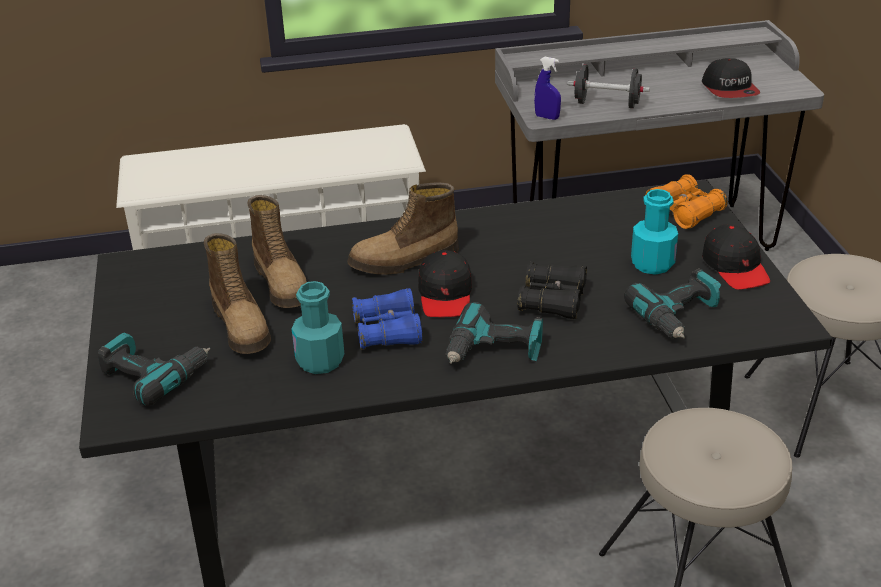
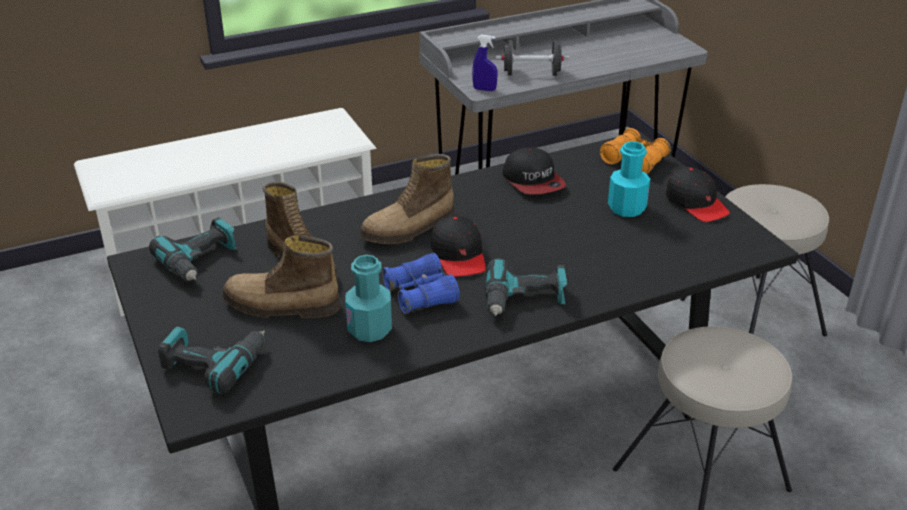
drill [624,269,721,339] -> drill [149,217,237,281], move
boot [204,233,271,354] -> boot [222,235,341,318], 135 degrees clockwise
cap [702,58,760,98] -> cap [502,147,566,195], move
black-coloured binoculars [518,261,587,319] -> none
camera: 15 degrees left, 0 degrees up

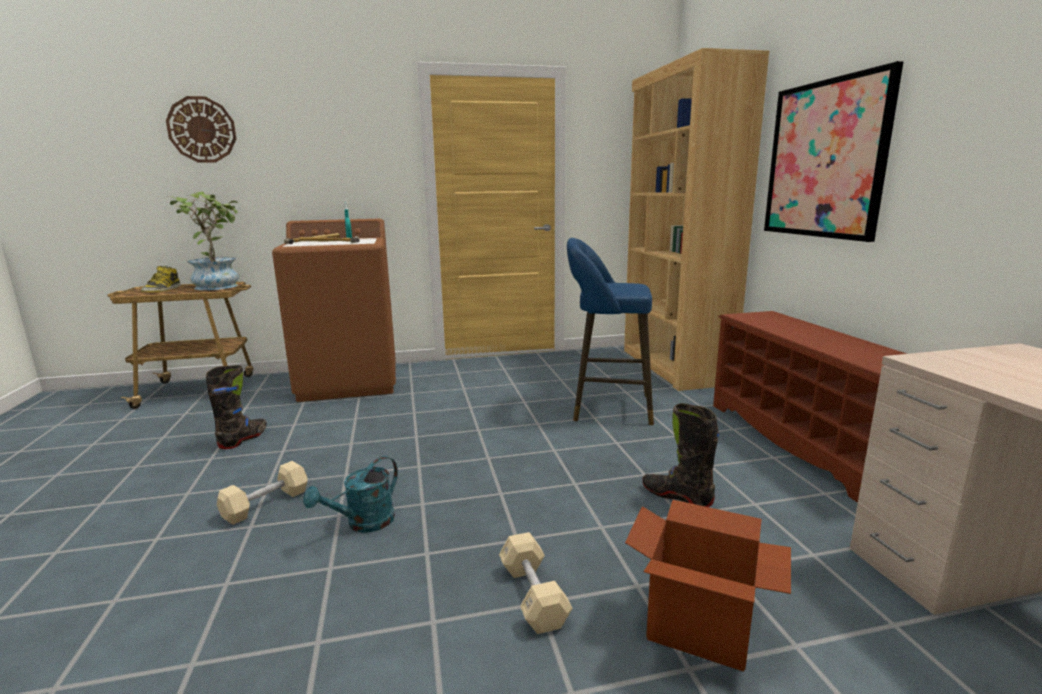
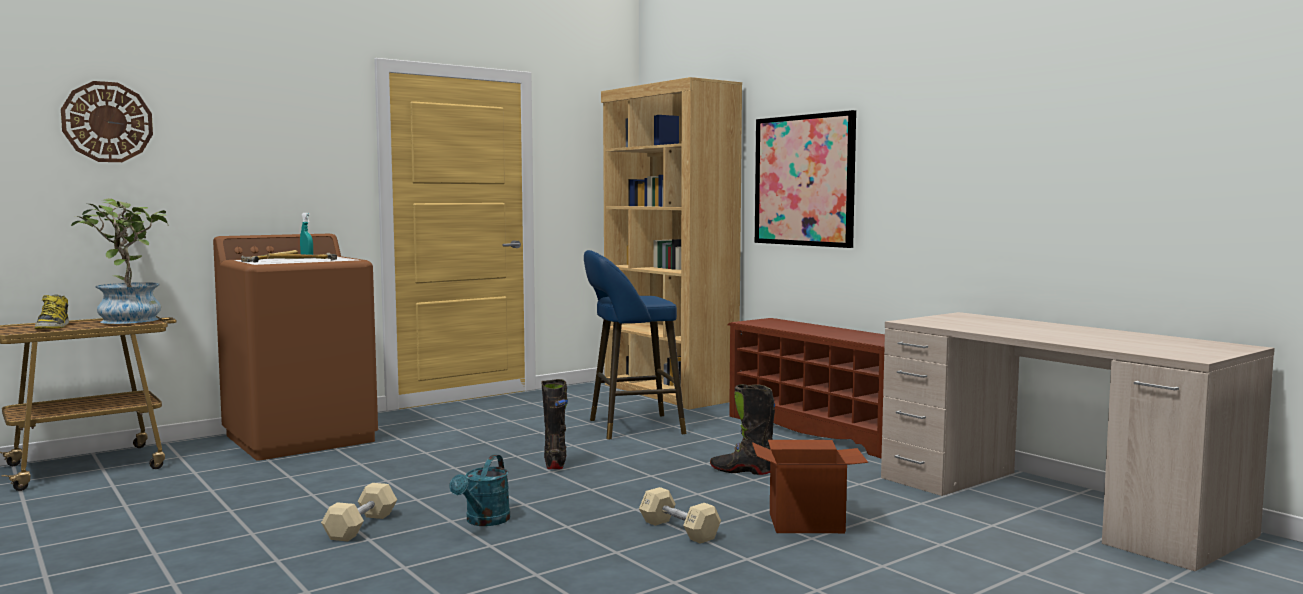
black-coloured boot [206,365,267,449] -> black-coloured boot [541,379,568,469], move
camera: 25 degrees left, 10 degrees down

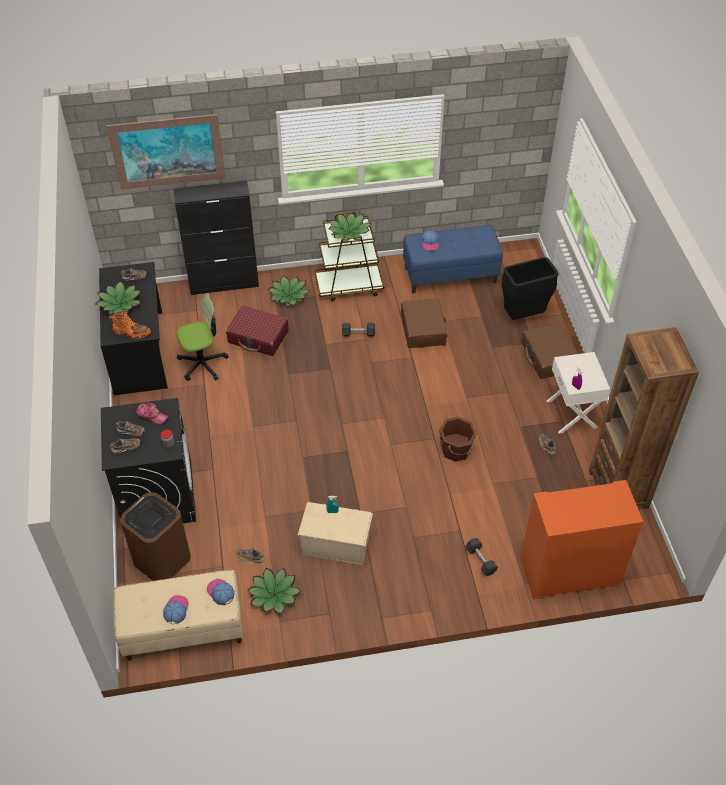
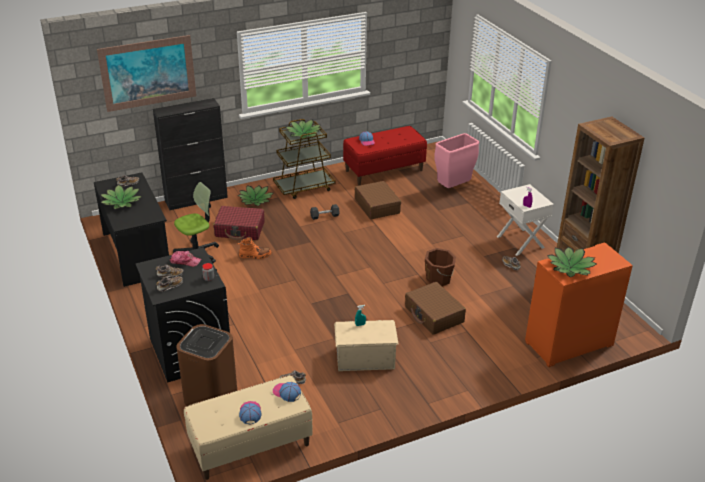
orange boot [109,311,151,339] -> orange boot [237,237,272,259], move
bluish bench [403,225,503,293] -> red bench [343,126,427,185]
brown-coloured travel case [522,323,576,379] -> brown-coloured travel case [405,282,466,335], move
black-coloured waste bin [502,257,558,320] -> pinkish waste bin [435,133,480,188]
potted plant [247,568,301,614] -> potted plant [547,247,597,277], move
black-coloured free weight [465,538,498,576] -> none
camera: 15 degrees left, 15 degrees down

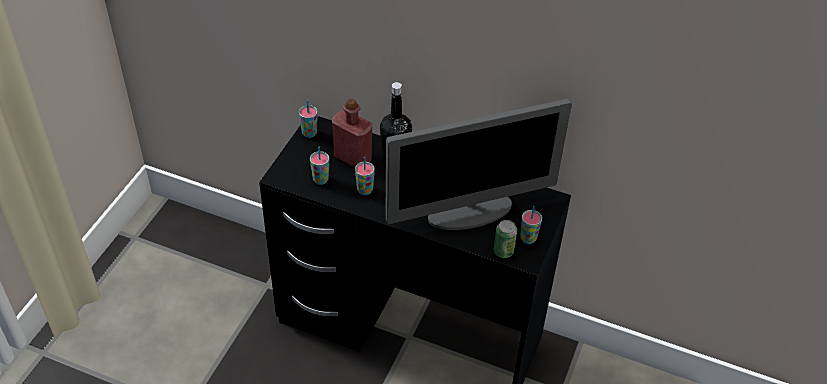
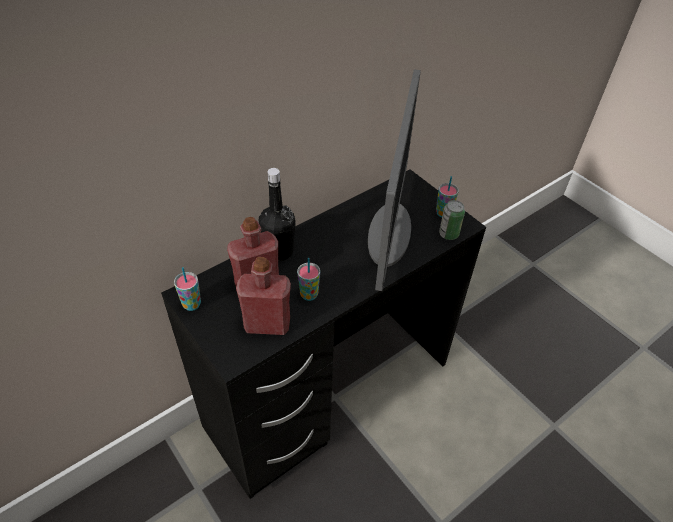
small cup [310,146,329,185] -> red drink bottle [236,257,291,335]
camera: 60 degrees left, 0 degrees up

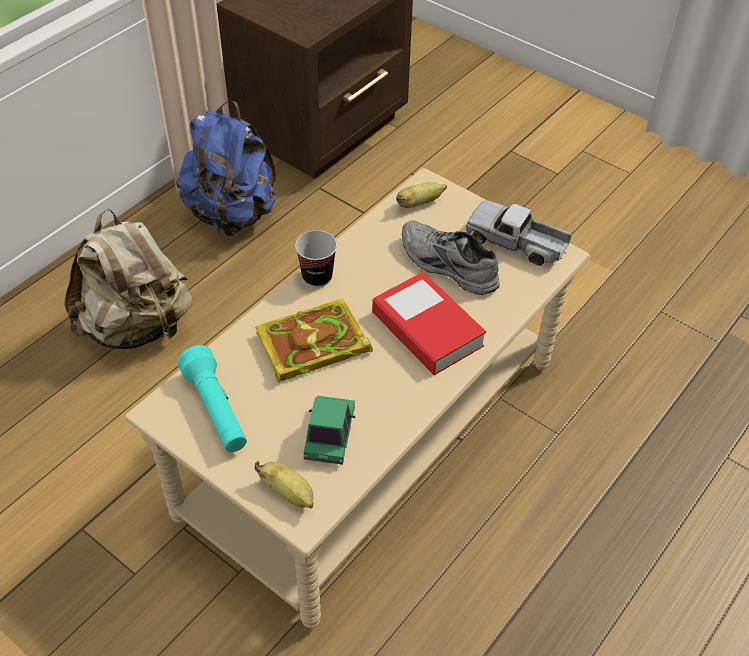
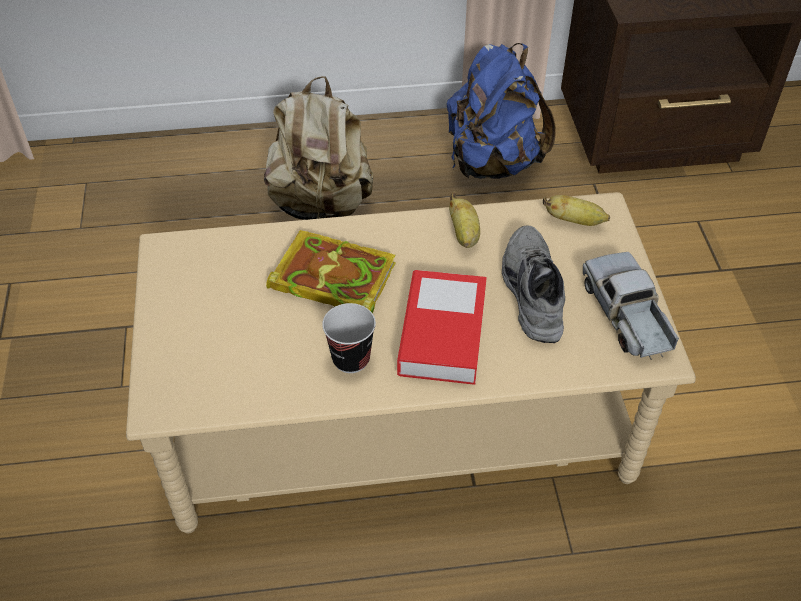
small cup [295,230,337,287] -> small cup [322,303,376,373], move
banana fruit [254,461,314,508] -> banana fruit [449,192,480,248], move
turquoise flashlight [177,345,247,452] -> none
model car [304,396,355,465] -> none
camera: 45 degrees right, 0 degrees up

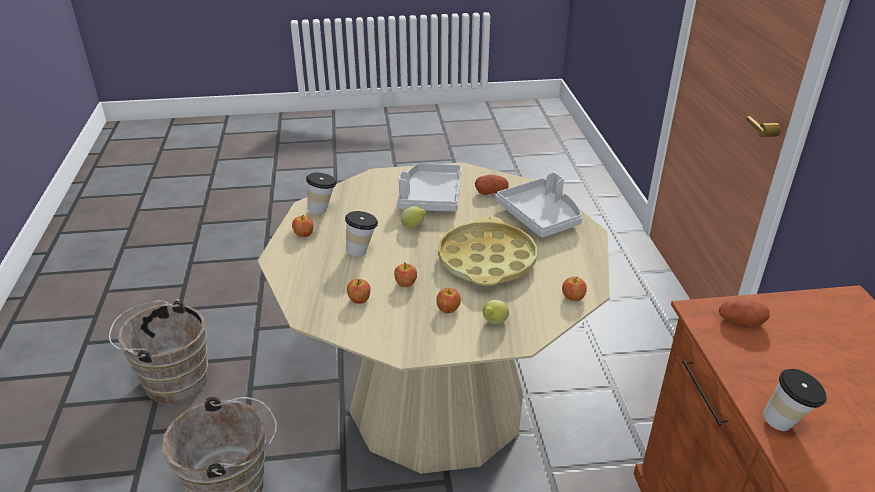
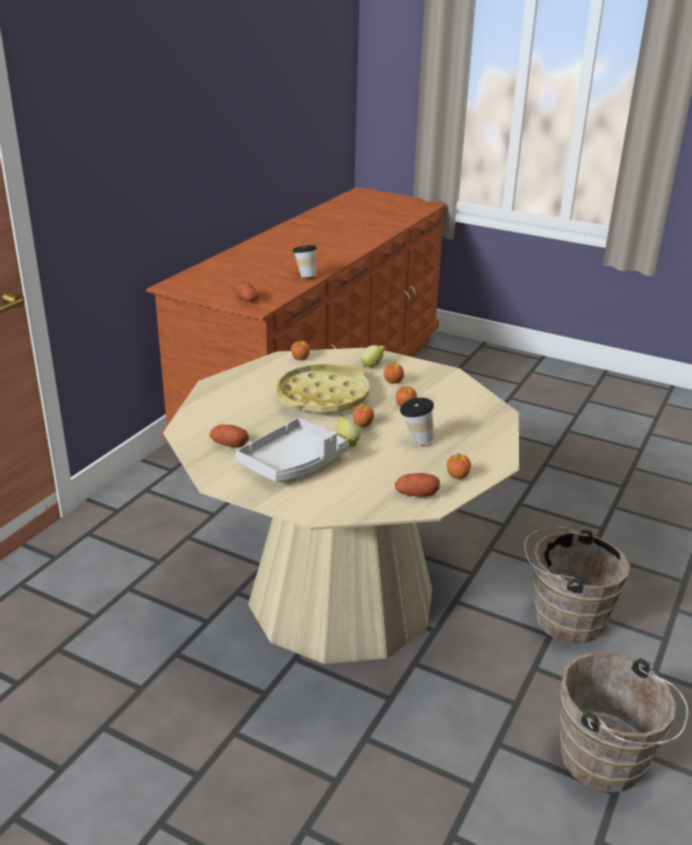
whole apple [347,279,370,304] -> whole apple [352,403,374,427], move
small cup [306,173,337,214] -> whole potato [395,473,440,496]
grey tray [496,172,582,238] -> none
camera: 145 degrees left, 5 degrees down

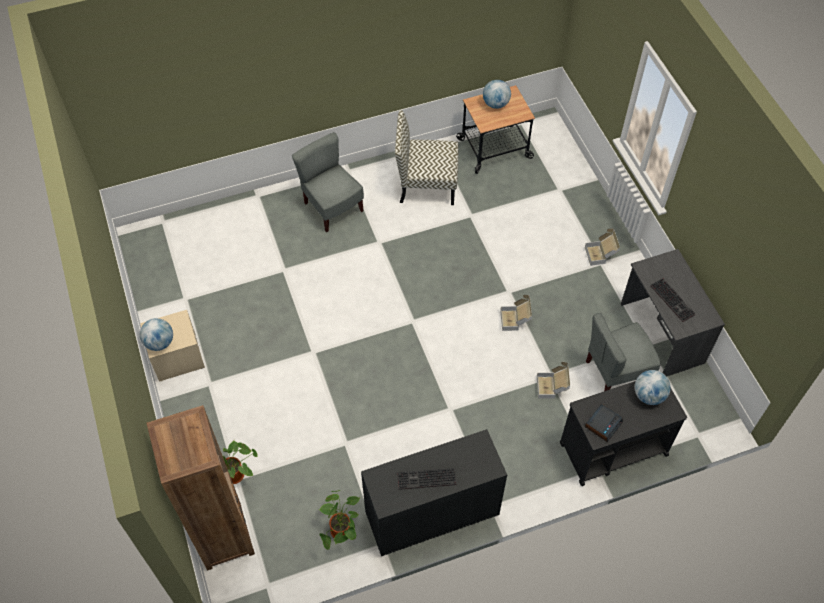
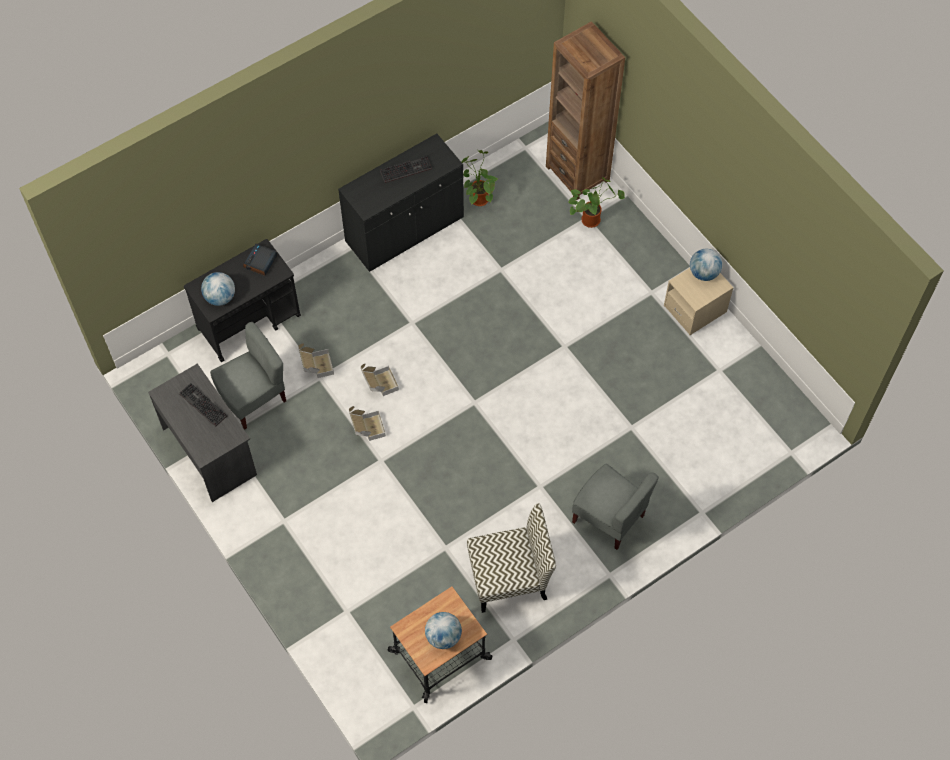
packing box [585,228,620,266] -> packing box [361,364,399,396], move
camera: 165 degrees right, 5 degrees up

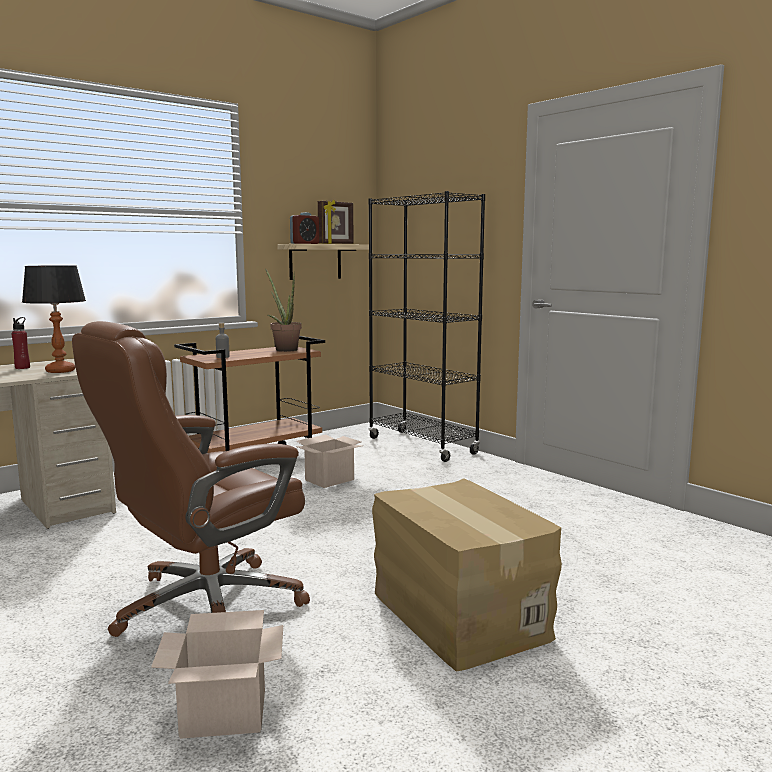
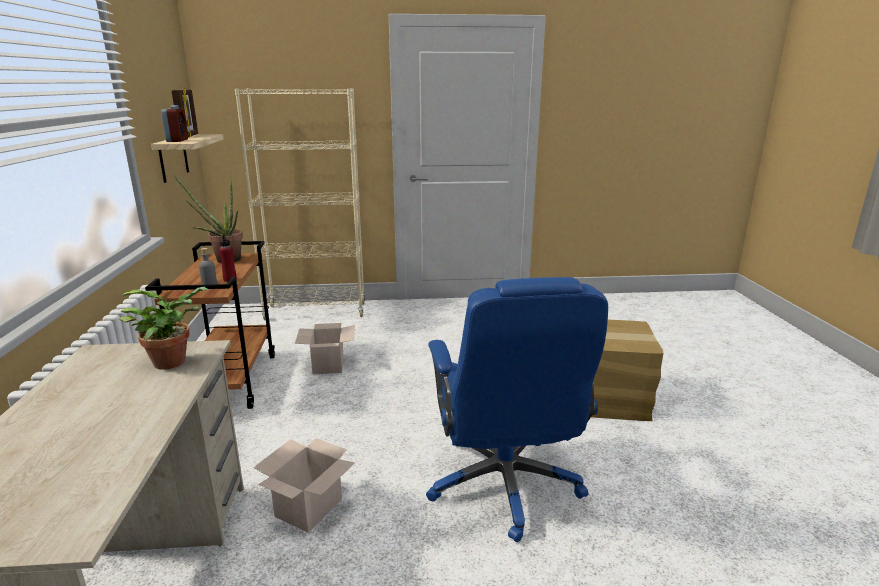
lamp for a table [22,265,86,373] -> potted plant [119,287,208,370]
red drink bottle [11,317,30,369] -> red drink bottle [219,233,237,282], move
black-coloured bookcase [368,191,485,462] -> sand-coloured bookcase [235,88,365,320]
packing box [151,610,283,739] -> packing box [253,438,355,533], move
brown-coloured desk chair [72,321,310,637] -> bluish desk chair [426,277,608,542]
camera: 55 degrees left, 10 degrees up

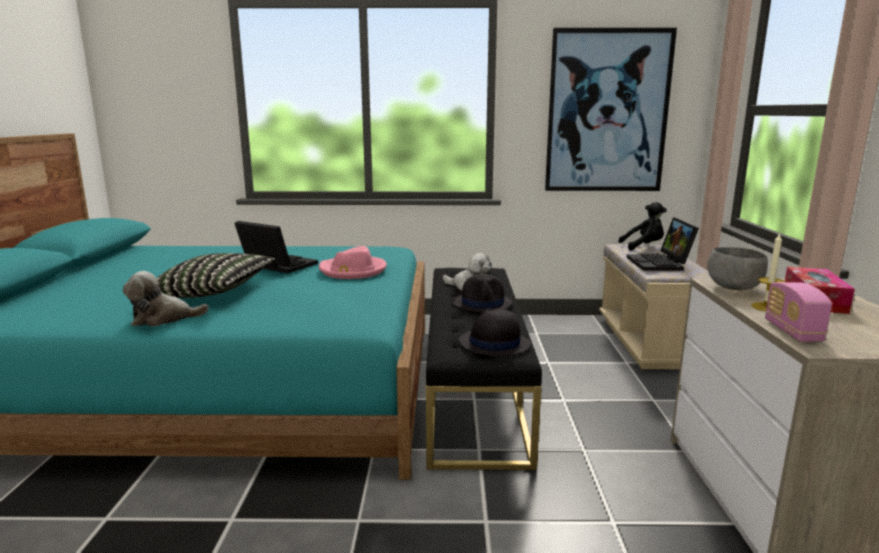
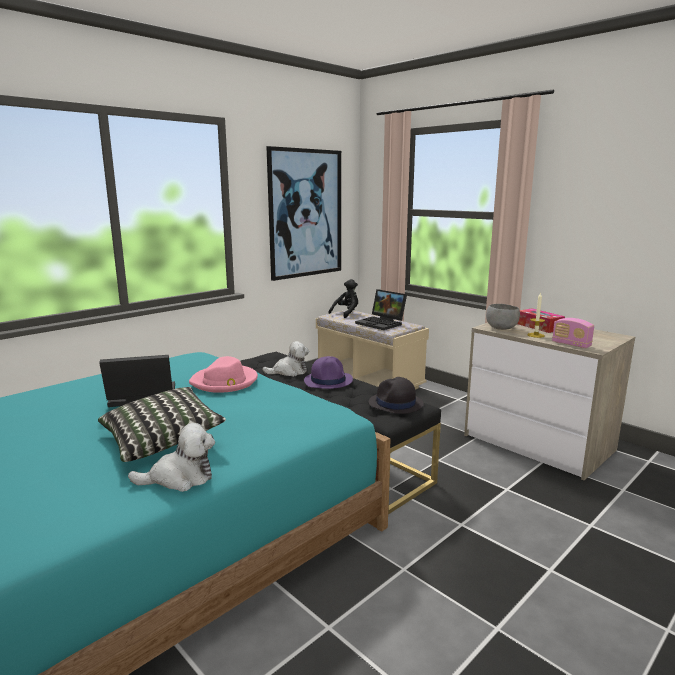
cuddly toy [123,271,209,326] -> cuddly toy [128,423,215,492], 135 degrees counterclockwise
black-coloured clothing hat [453,274,513,312] -> purple-coloured clothing hat [304,356,353,389]
camera: 45 degrees left, 0 degrees up

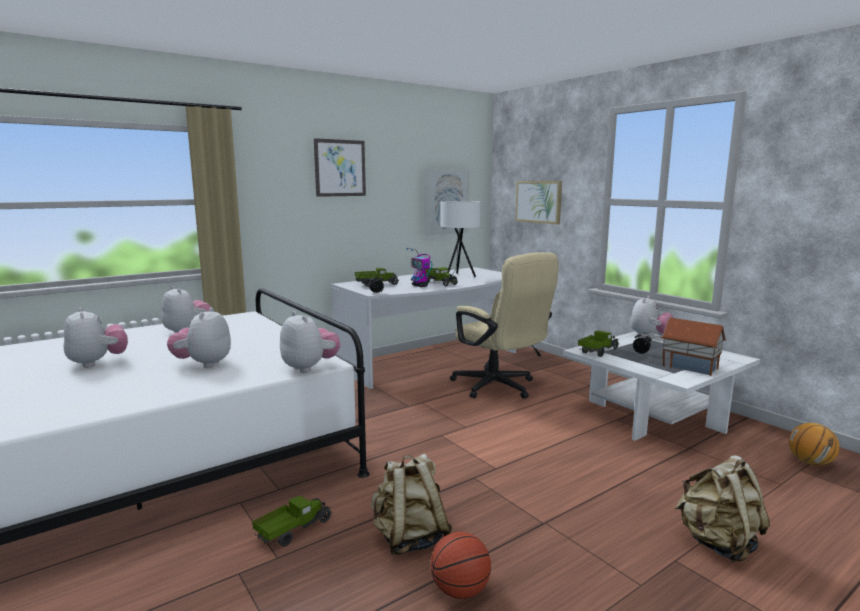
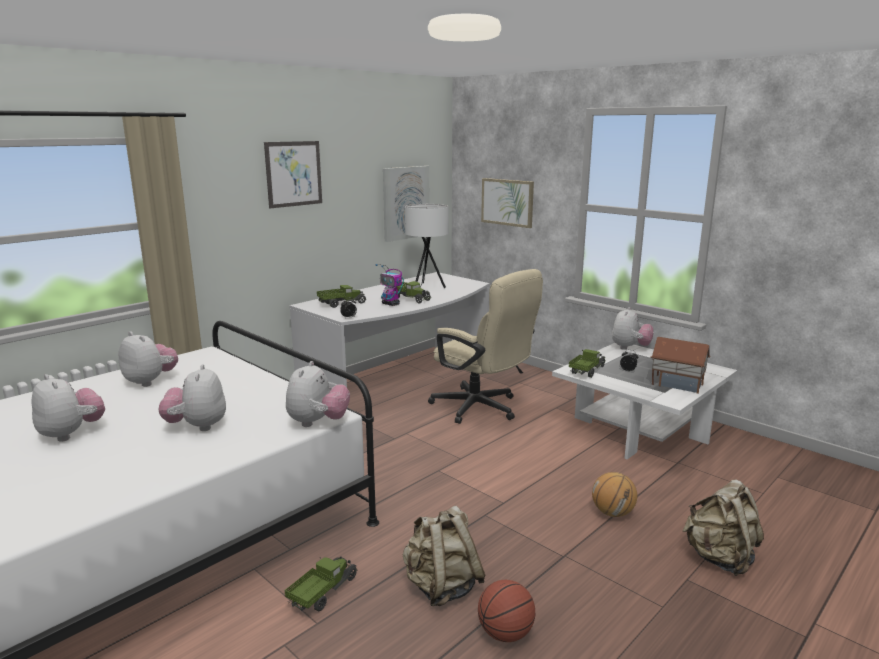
cuddly toy [280,311,340,373] -> cuddly toy [286,361,350,427], 60 degrees clockwise
ball for basketball [789,423,840,465] -> ball for basketball [592,472,638,517], move
camera: 10 degrees left, 5 degrees up

